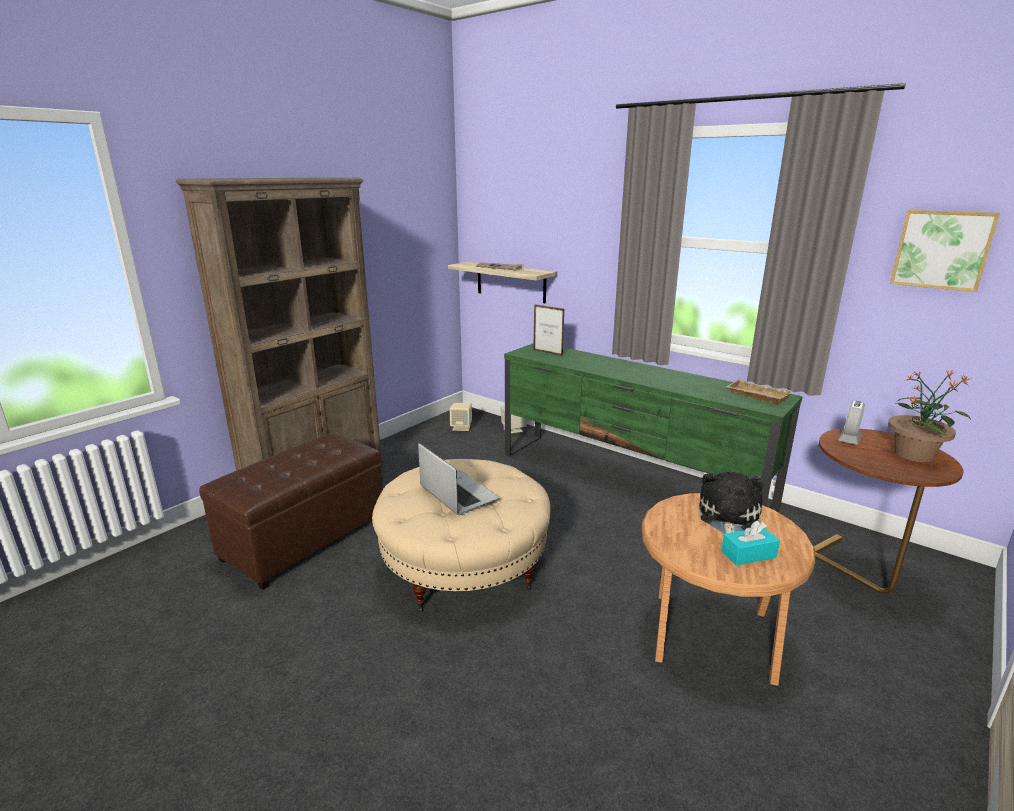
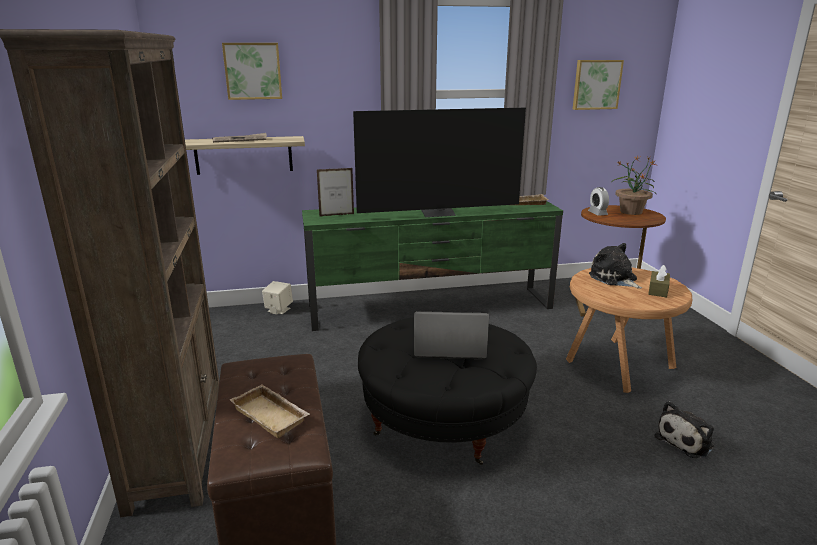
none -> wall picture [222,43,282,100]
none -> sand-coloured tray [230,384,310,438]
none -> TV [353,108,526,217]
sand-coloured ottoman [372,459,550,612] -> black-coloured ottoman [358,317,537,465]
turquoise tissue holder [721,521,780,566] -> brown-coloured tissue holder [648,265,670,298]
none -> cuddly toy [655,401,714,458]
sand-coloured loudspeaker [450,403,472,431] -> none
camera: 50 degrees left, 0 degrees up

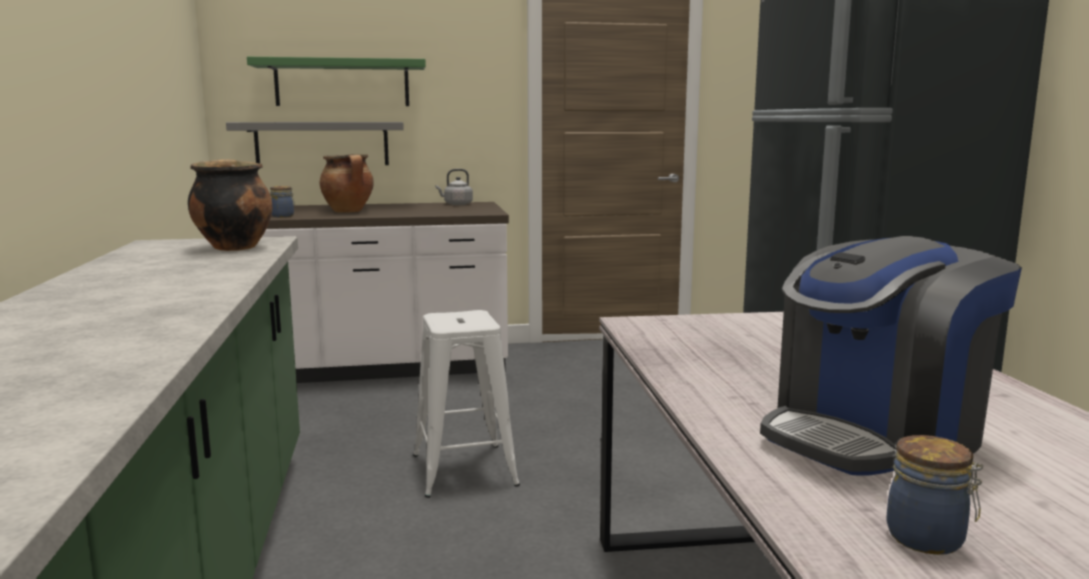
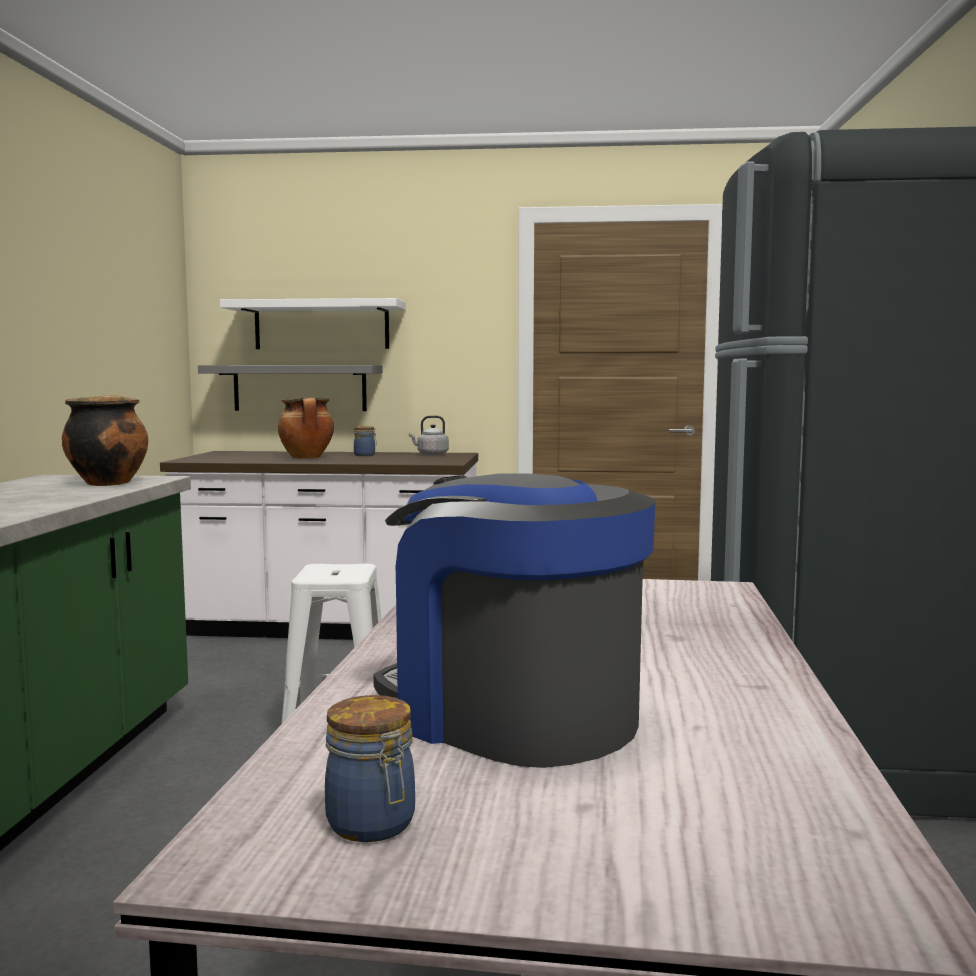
greenish wall shelf [247,57,426,106] -> white-coloured wall shelf [220,298,406,349]
jar [270,186,295,217] -> jar [354,426,377,456], move
coffee machine [760,236,1022,475] -> coffee machine [373,474,655,768], 60 degrees clockwise
camera: 15 degrees right, 5 degrees down

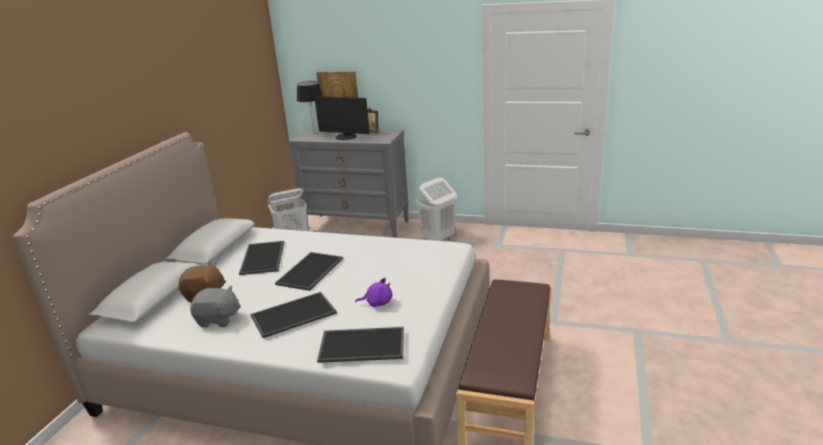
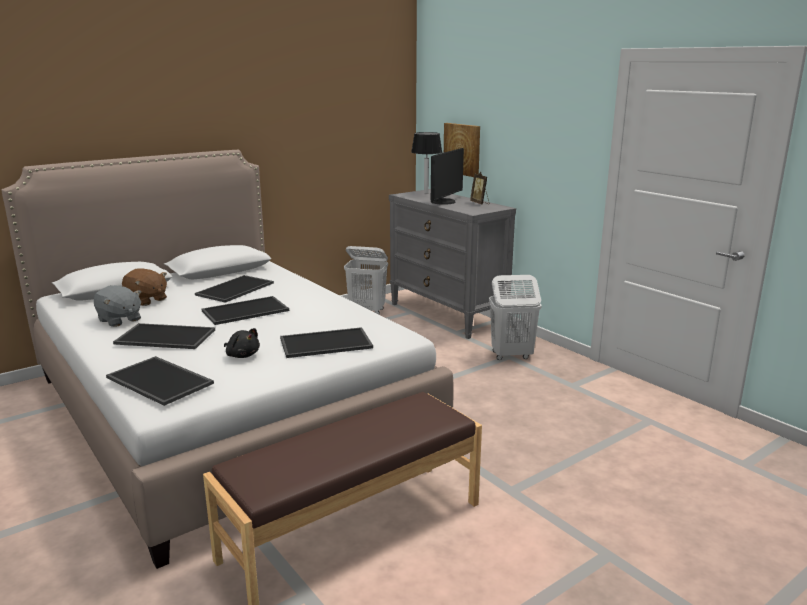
purple-coloured cuddly toy [355,278,392,307] -> black-coloured cuddly toy [224,328,260,358]
none -> tray [280,327,373,358]
computer screen [314,96,370,140] -> computer screen [431,148,464,205], 120 degrees counterclockwise
camera: 35 degrees right, 5 degrees down

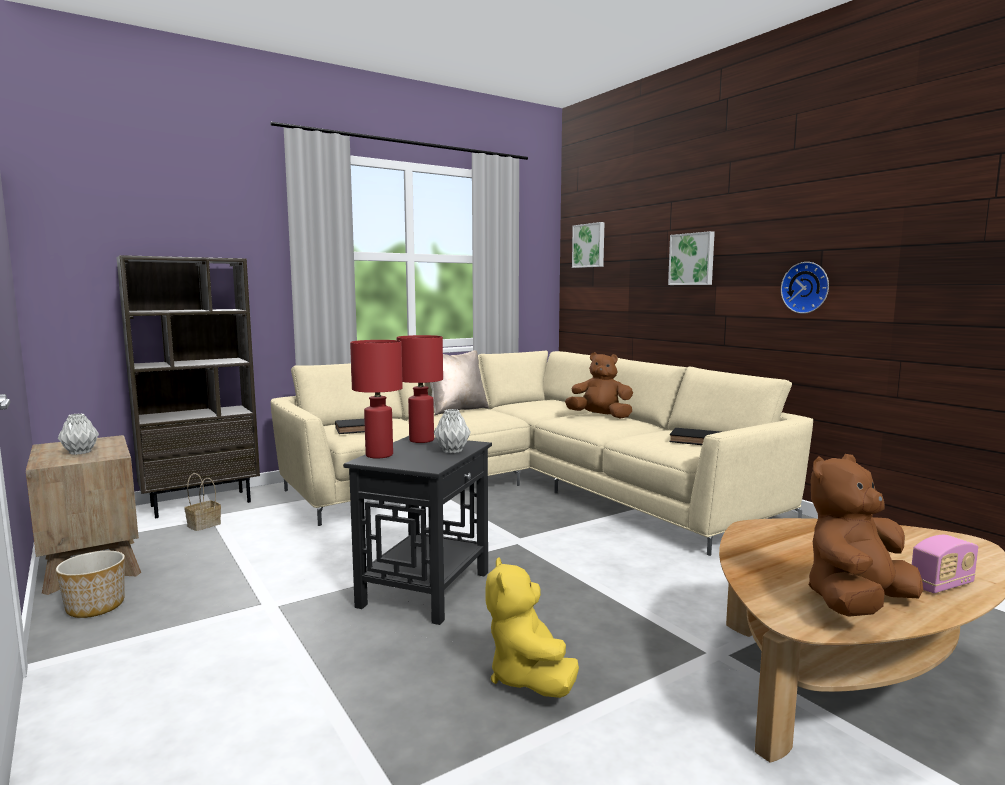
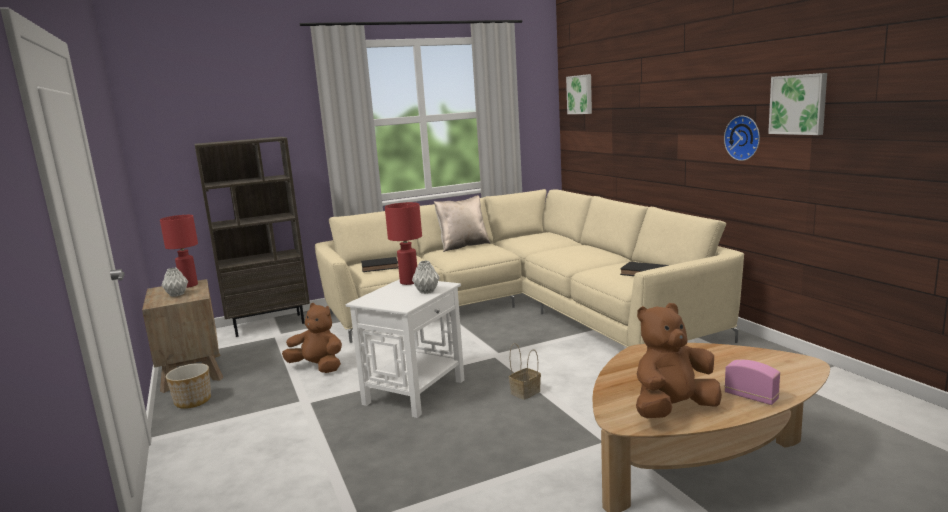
red lamp for a table [350,340,403,459] -> red lamp for a table [160,215,198,288], move
brown-coloured cuddly toy [565,352,633,418] -> brown-coloured cuddly toy [282,303,342,373], move
black-coloured side table [343,436,492,625] -> white-coloured side table [346,279,464,418]
basket [185,473,221,531] -> basket [509,343,541,400], move
radio set [912,535,978,593] -> radio set [724,360,780,405], 120 degrees counterclockwise
wall picture [668,231,715,285] -> wall picture [768,73,827,135], move
yellowish cuddly toy [485,557,579,698] -> none
camera: 10 degrees right, 5 degrees up

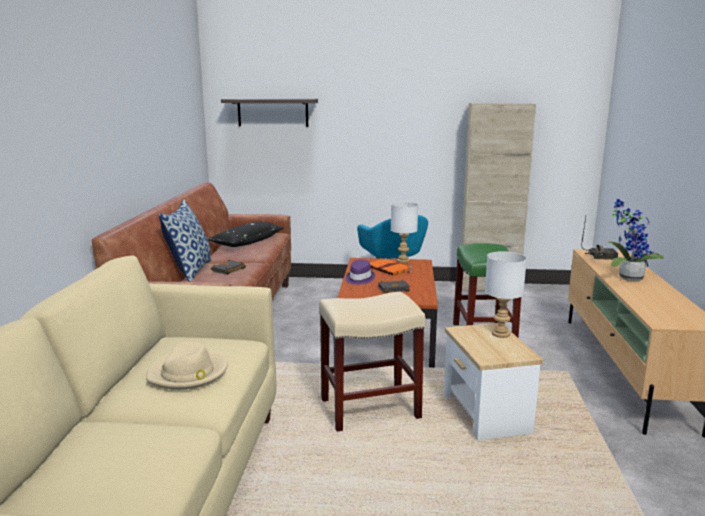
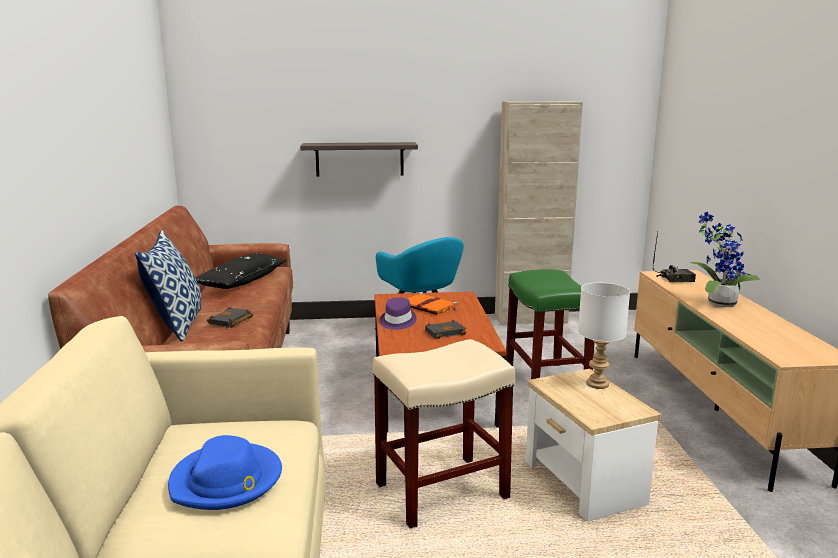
sand-coloured clothing hat [146,341,228,390] -> bluish clothing hat [168,435,282,510]
wall shelf [221,99,318,127] -> wall shelf [300,142,418,177], move
white-coloured lamp for a table [391,202,418,263] -> none
camera: 10 degrees left, 0 degrees up

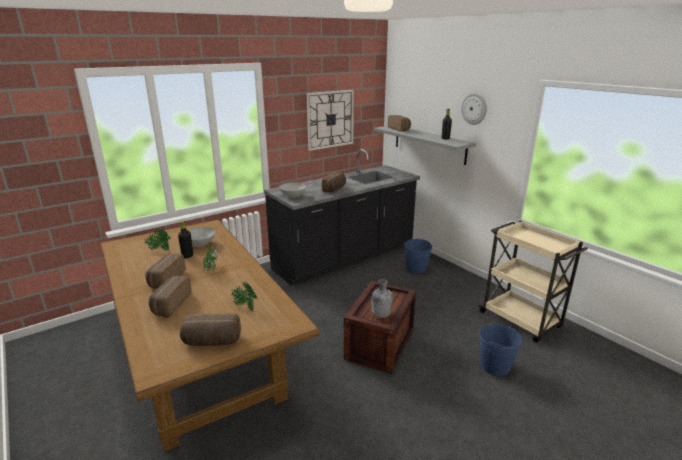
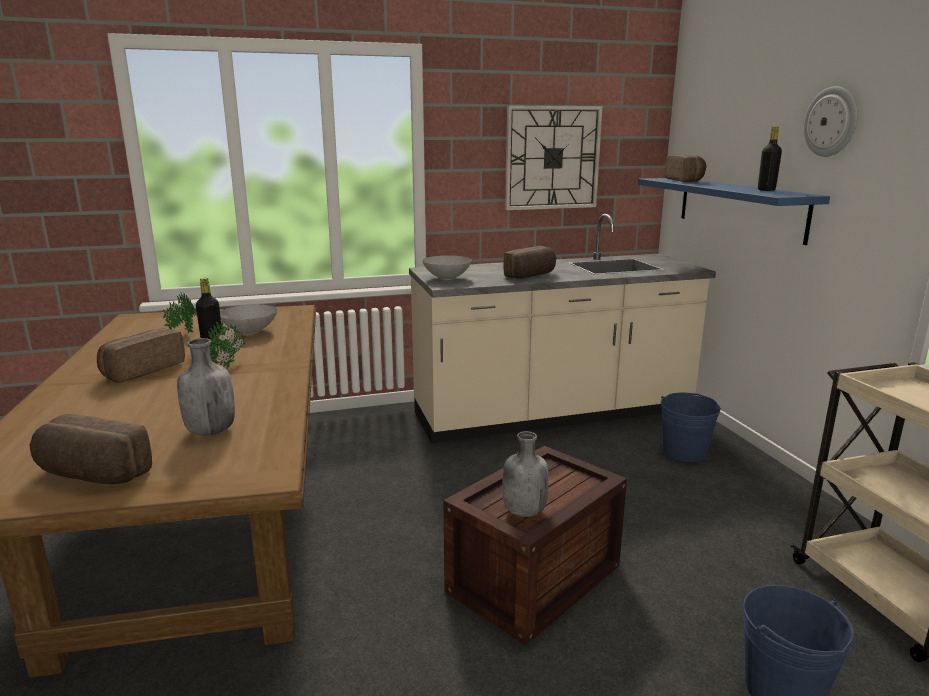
potted plant [231,282,258,312] -> grey drink bottle [177,338,235,435]
black-coloured kitchen counter [264,149,420,286] -> sand-coloured kitchen counter [409,214,716,443]
grey wall shelf [374,126,476,165] -> bluish wall shelf [638,178,830,245]
baked bread [149,275,191,317] -> none
camera: 20 degrees right, 5 degrees down

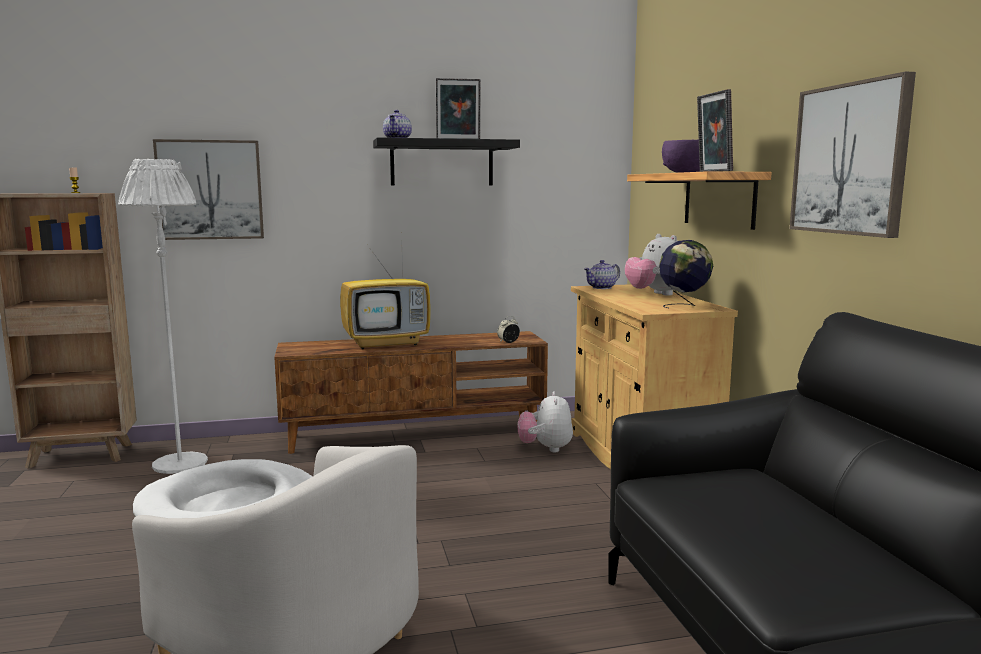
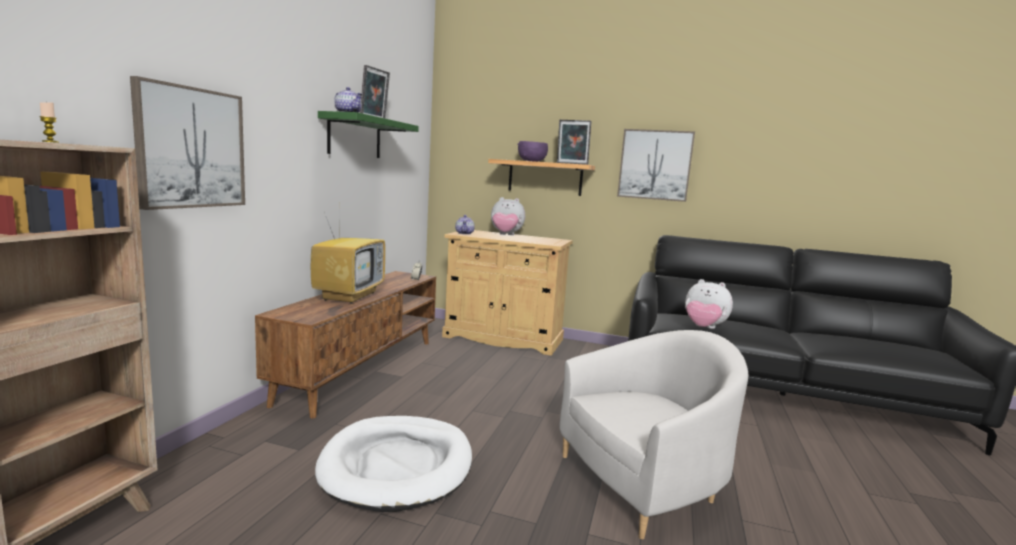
black-coloured wall shelf [373,137,520,185] -> greenish wall shelf [318,111,419,158]
cuddly toy [518,391,573,452] -> cuddly toy [685,279,733,329], move
white-coloured standard lamp [118,159,208,474] -> none
globe [659,240,713,308] -> none
camera: 60 degrees left, 0 degrees up

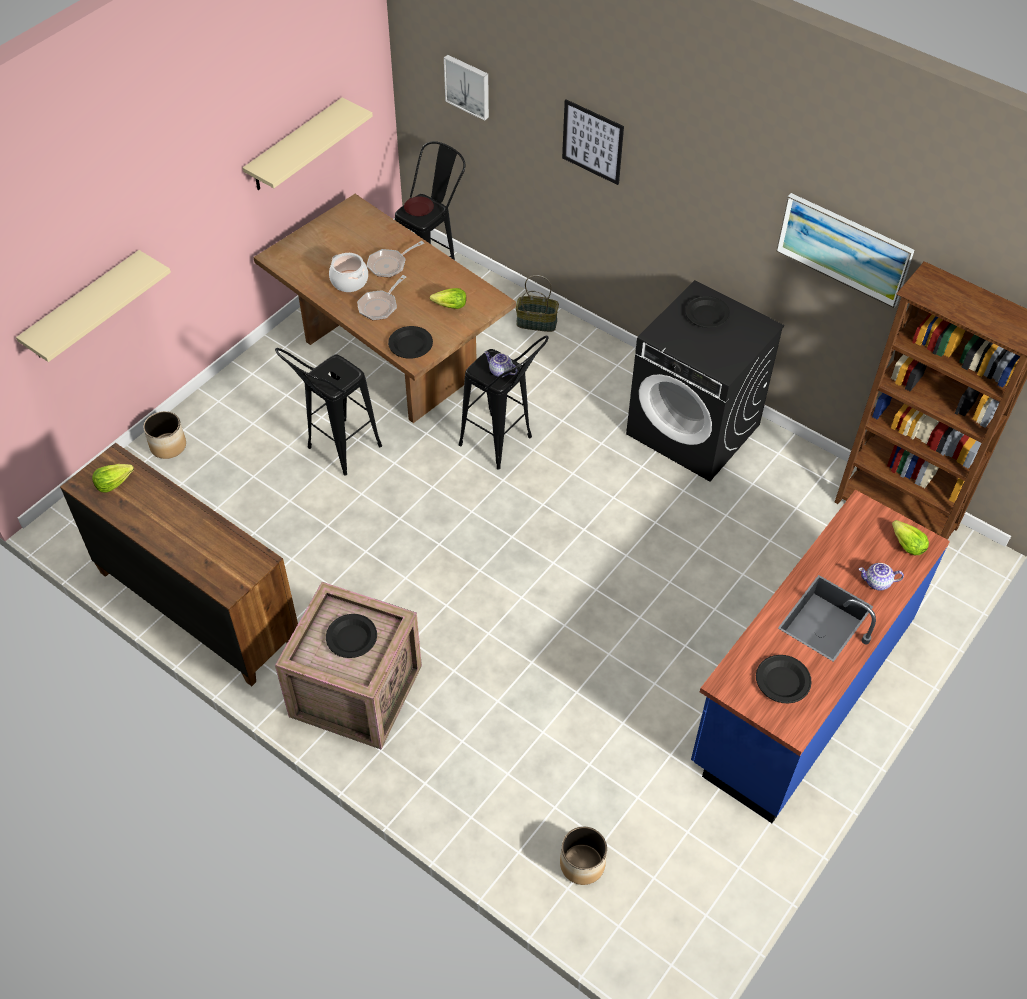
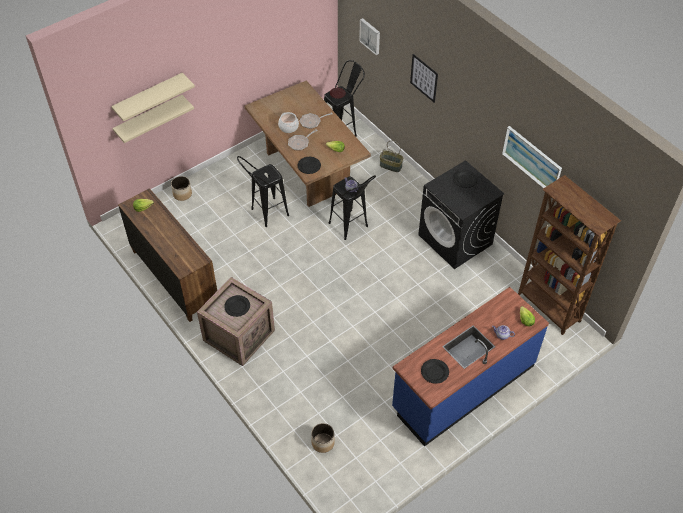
sand-coloured wall shelf [243,97,373,190] -> sand-coloured wall shelf [111,73,195,121], move
camera: 15 degrees right, 0 degrees up

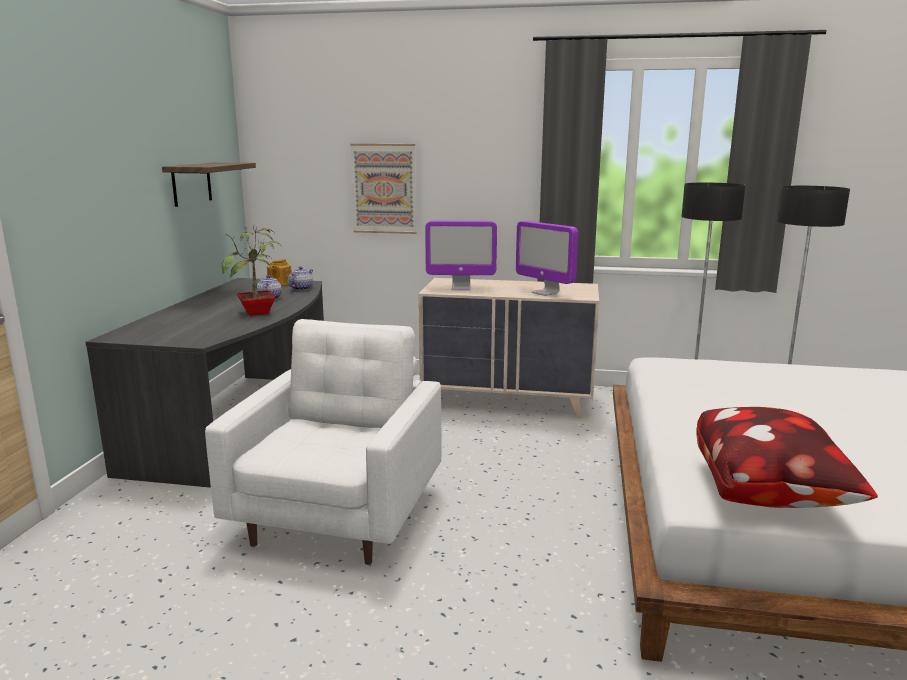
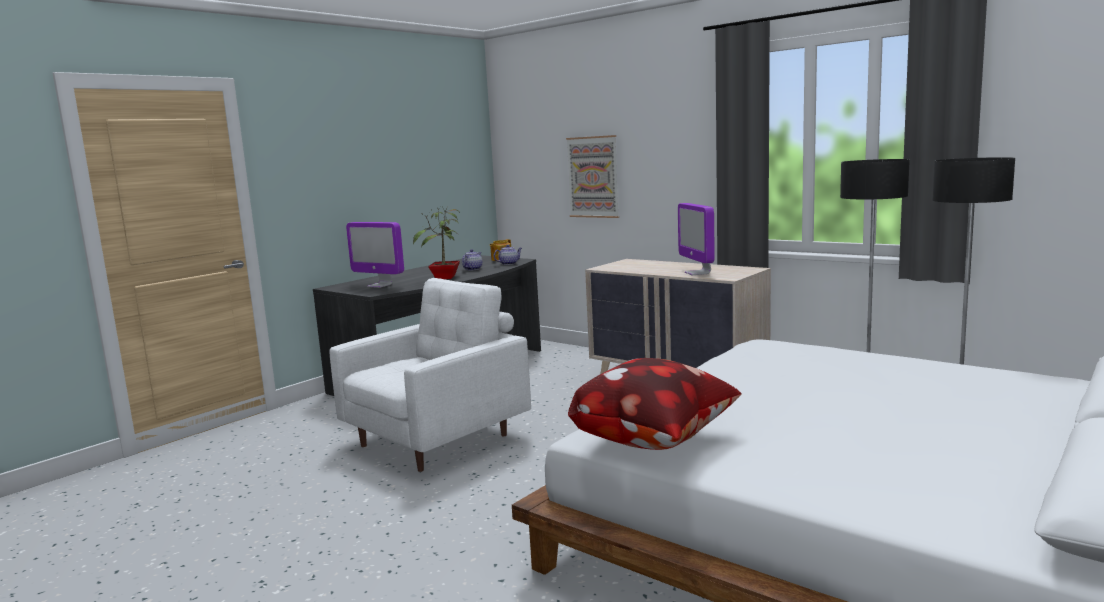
computer screen [425,221,497,290] -> computer screen [346,222,404,288], move
wall shelf [162,162,256,207] -> none
camera: 30 degrees right, 5 degrees down

